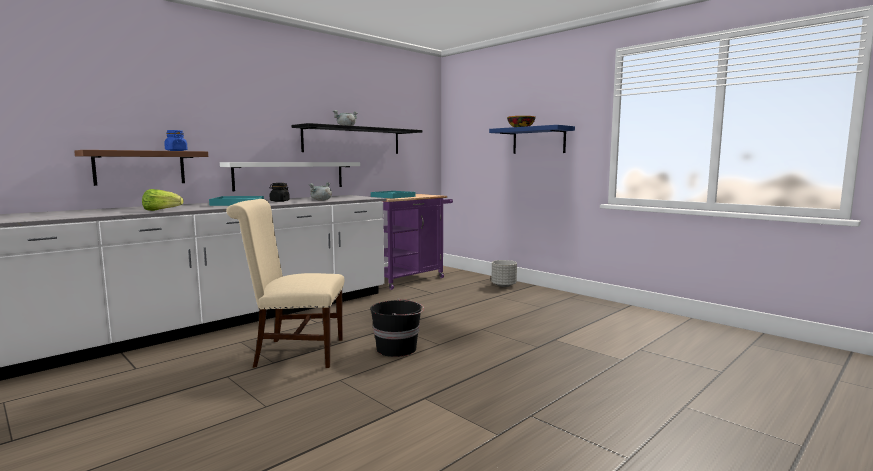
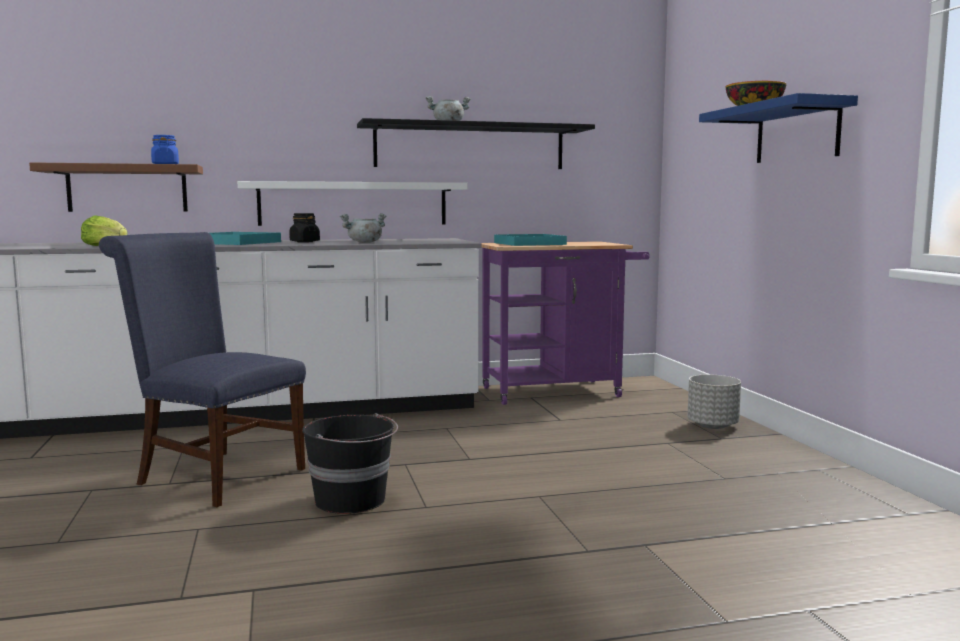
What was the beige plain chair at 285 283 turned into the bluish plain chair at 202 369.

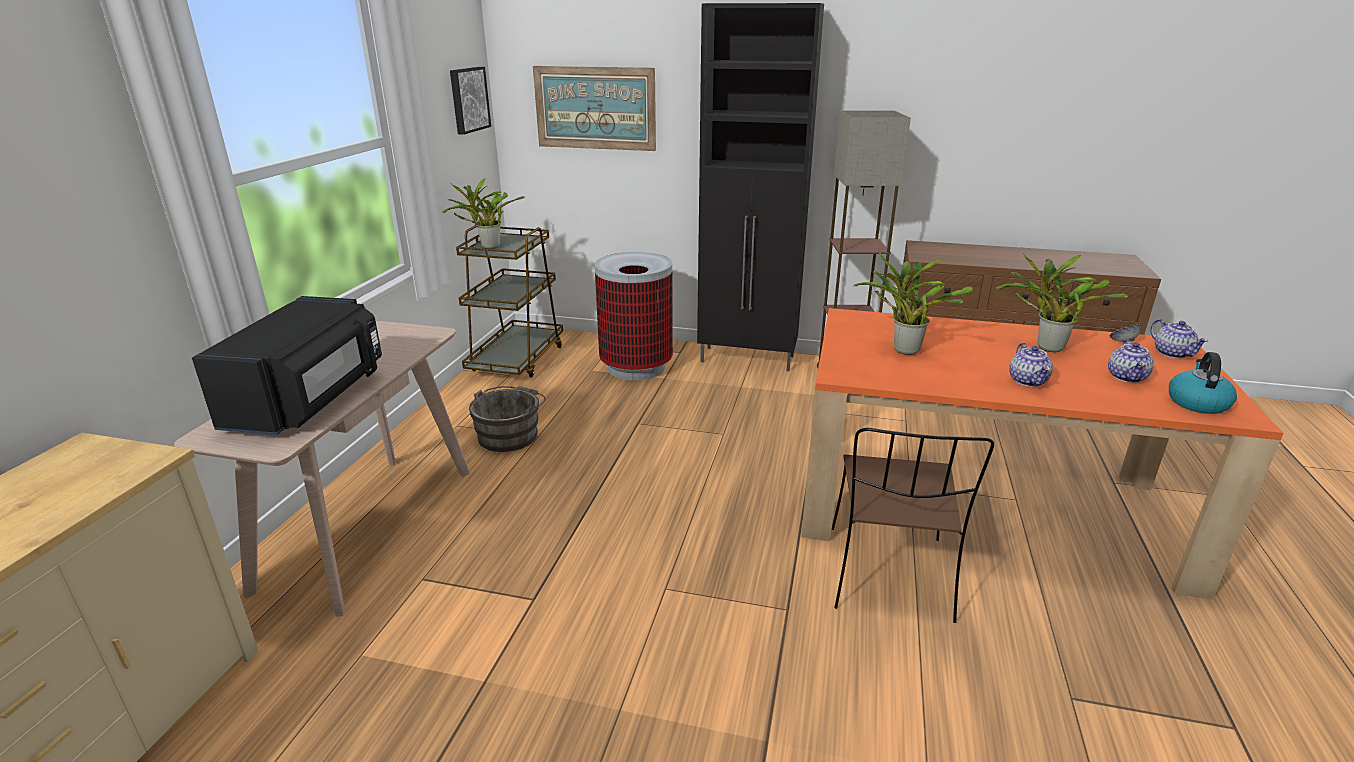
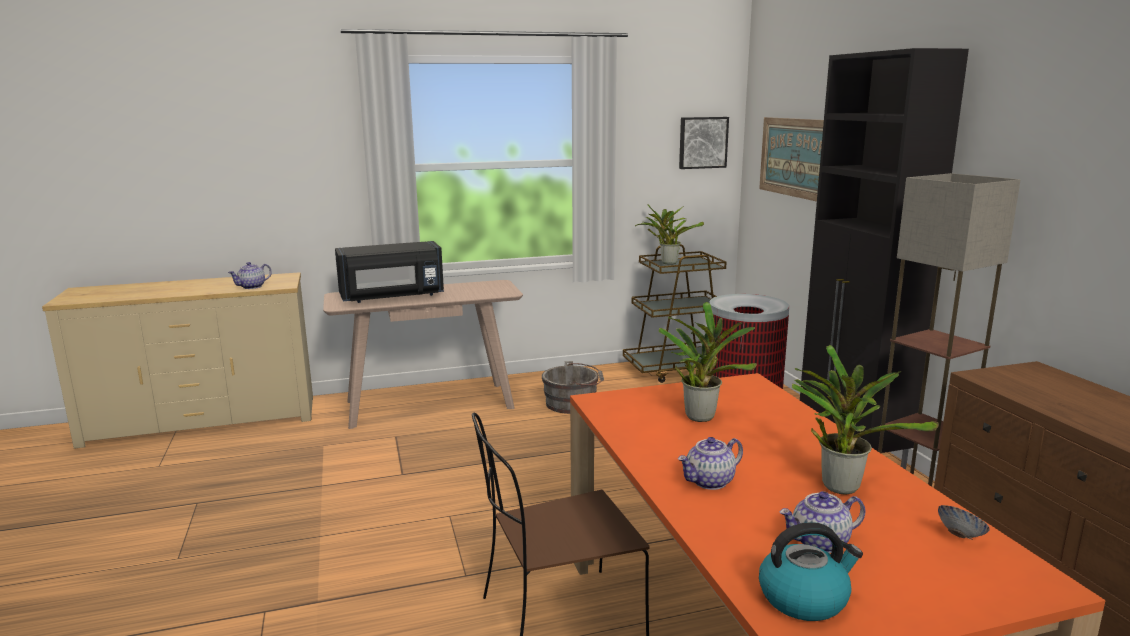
The tea pot ended up elsewhere, having gone from 1179 339 to 250 275.

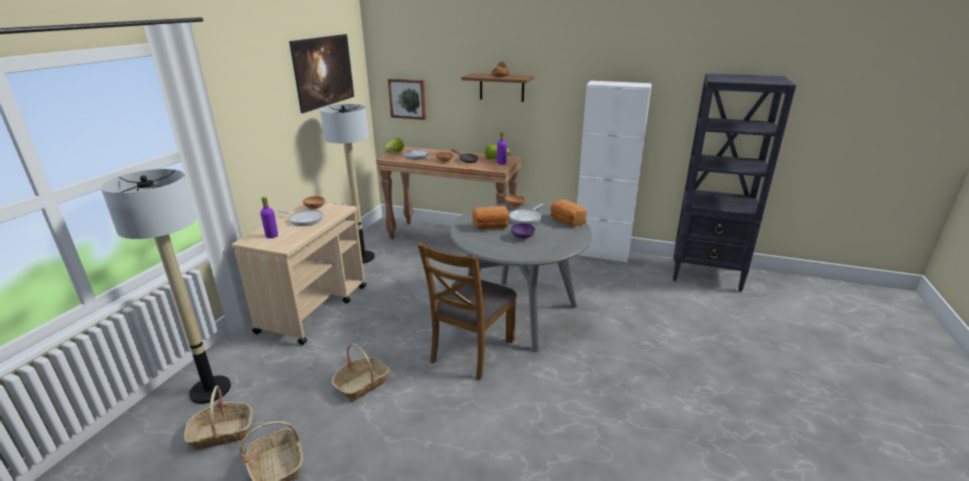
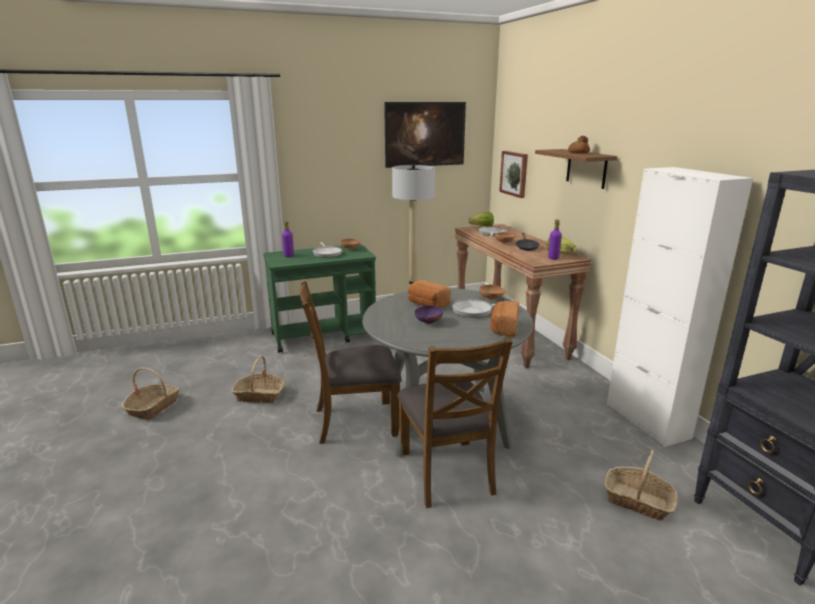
The second view lost the standing lamp at 166 286. What was the beige cart at 299 273 turned into the green cart at 319 298. The basket ended up elsewhere, having gone from 218 418 to 641 485. The second view gained the brown-coloured plain chair at 454 422.

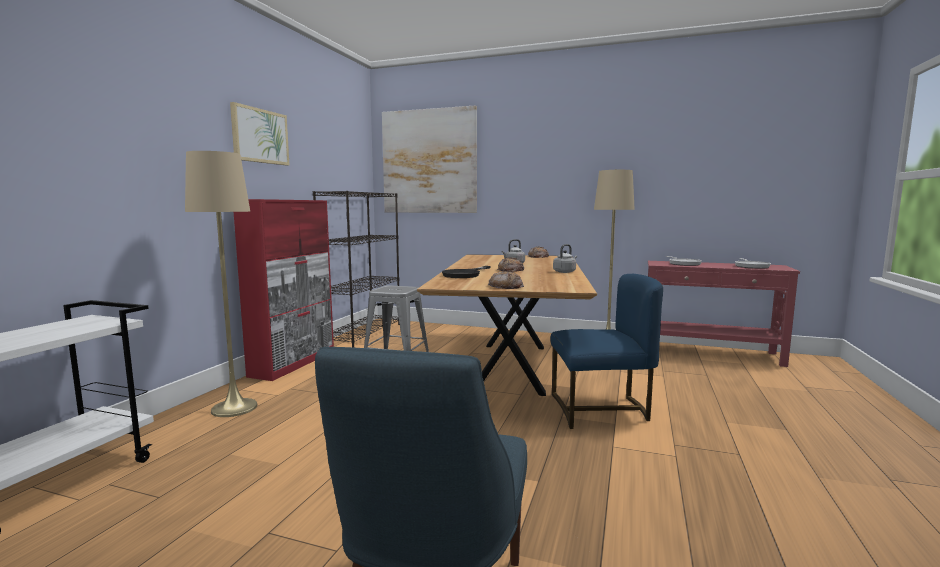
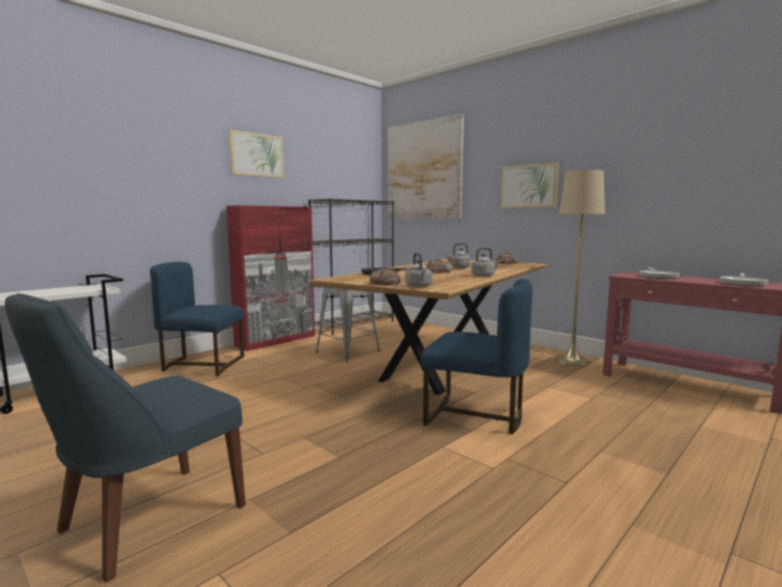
Where the beige standing lamp stood at 221 284, the bluish plain chair came to stand at 197 319. The second view gained the picture at 530 185. The second view gained the grey kettle at 418 270.

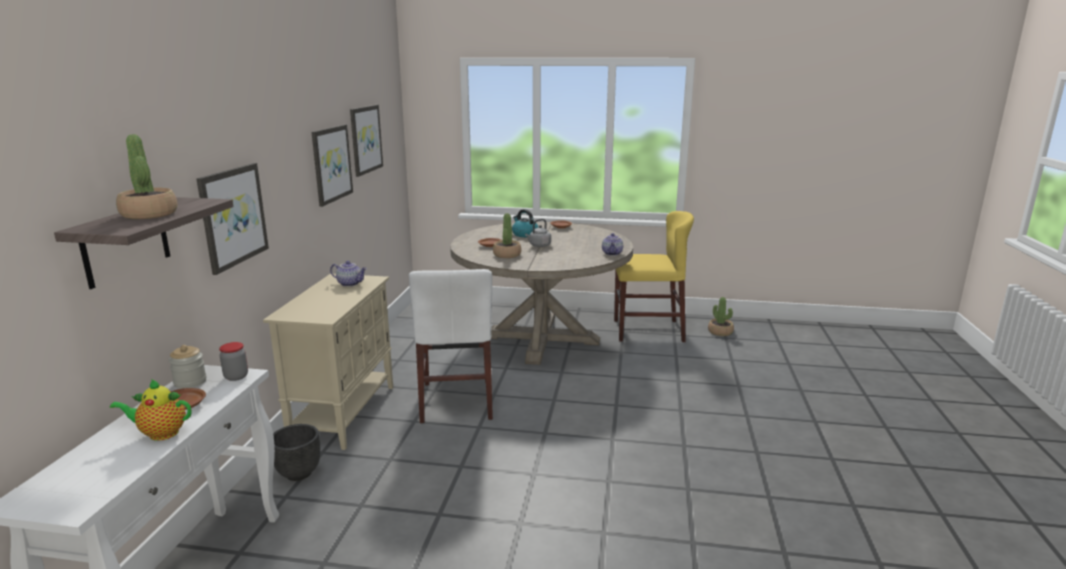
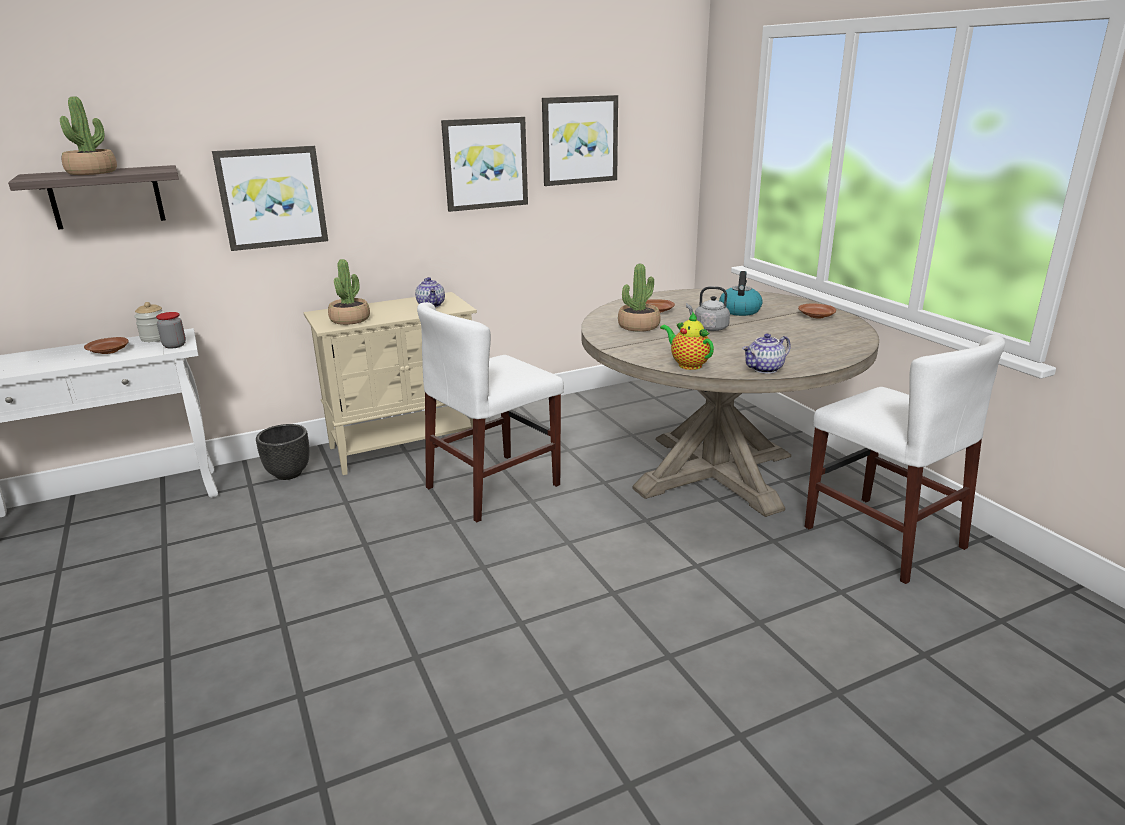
What was the yellow-coloured plain chair at 654 276 turned into the white-coloured plain chair at 905 459. The potted plant ended up elsewhere, having gone from 721 316 to 349 292. The tea pot ended up elsewhere, having gone from 151 410 to 687 341.

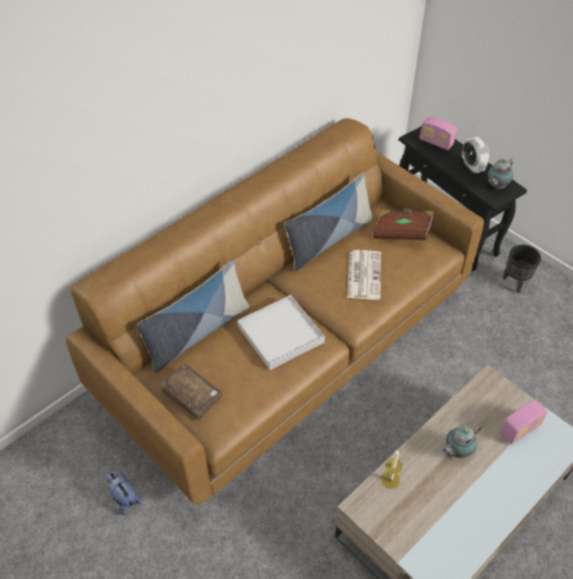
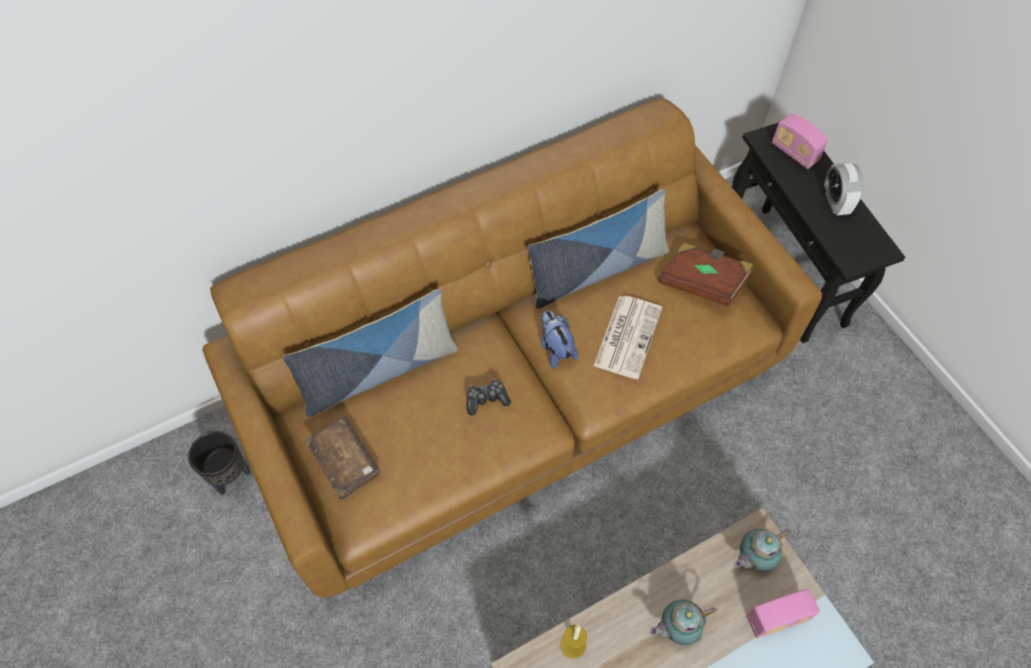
The tea pot ended up elsewhere, having gone from 500 174 to 762 549. The black-coloured plant pot ended up elsewhere, having gone from 522 269 to 219 463. Where the white-coloured tray stood at 281 332, the gamepad came to stand at 489 397. The soft toy ended up elsewhere, having gone from 124 493 to 559 339.

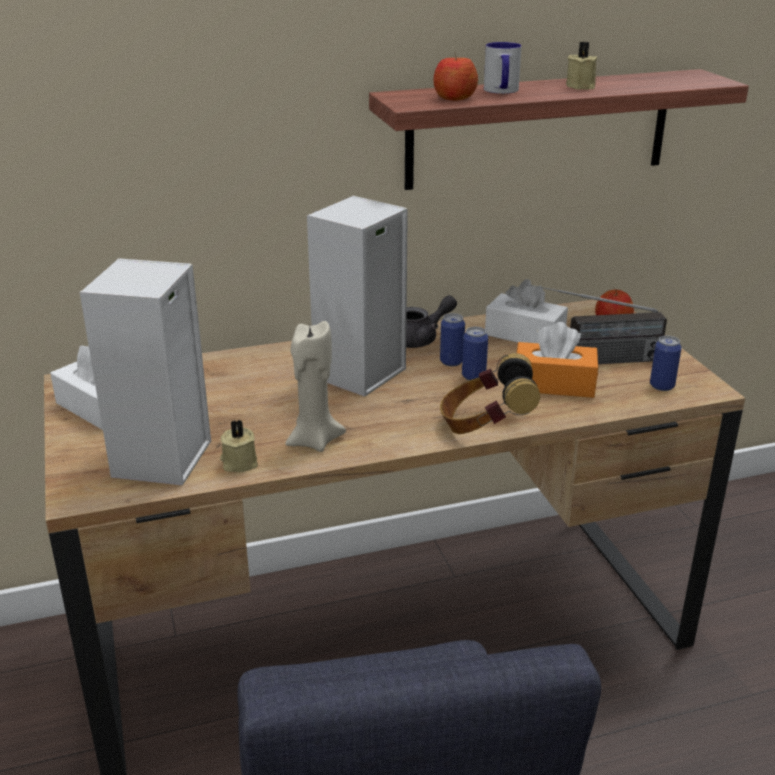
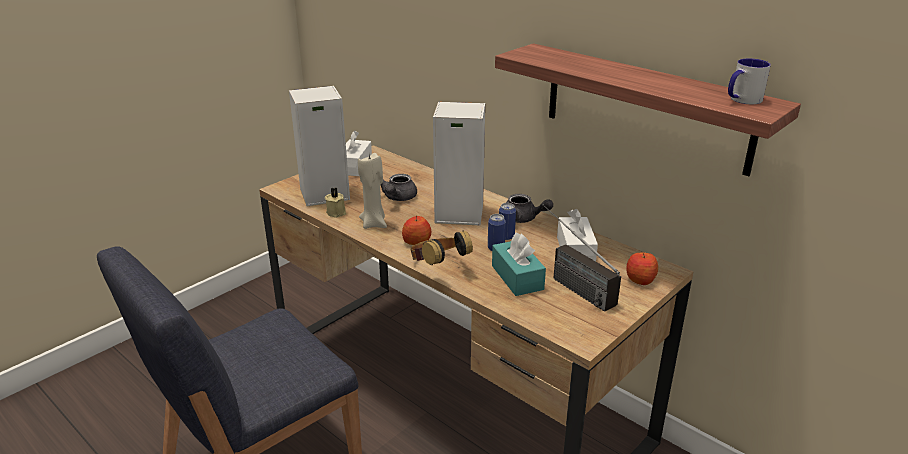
The tea mug ended up elsewhere, having gone from 502 68 to 749 81. The second view lost the beige wax candle at 581 66. The whole apple ended up elsewhere, having gone from 455 76 to 416 230. What was the orangey box of tissues at 557 360 turned into the blue-green box of tissues at 519 264. The second view lost the metal can at 666 363. The second view gained the grey tea pot at 399 187.

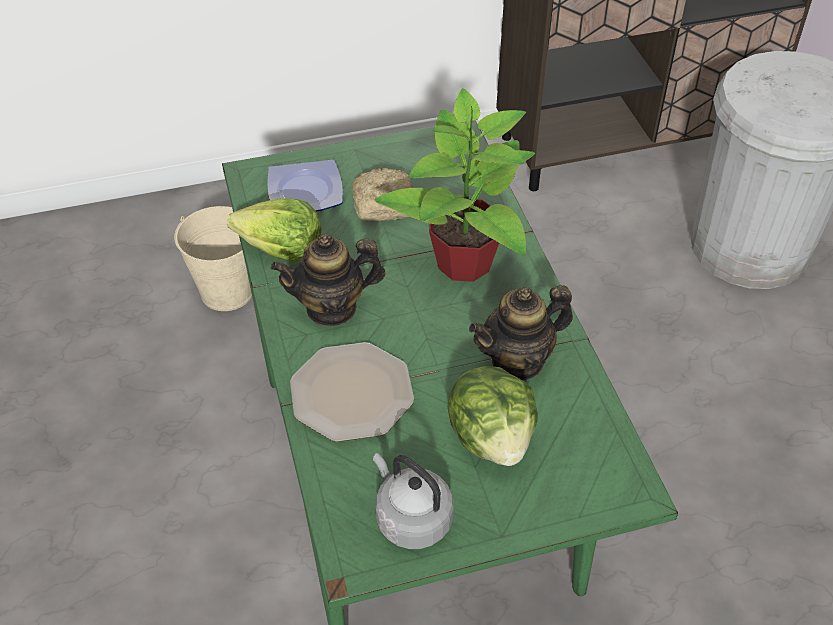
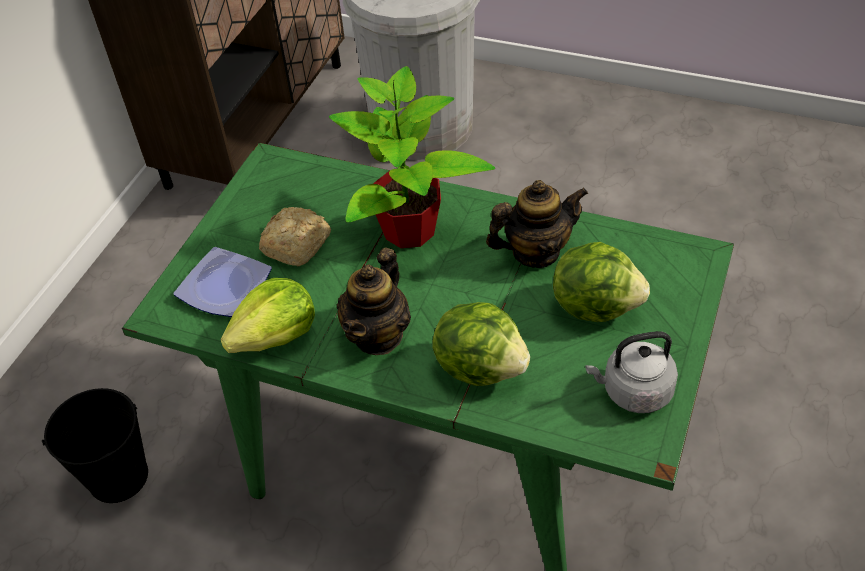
What was the beige pail at 213 258 turned into the black-coloured pail at 95 445. The tea pot at 521 332 ended up facing another way, 120 degrees counterclockwise from before. Where the dinner plate stood at 352 392, the lettuce came to stand at 481 344.

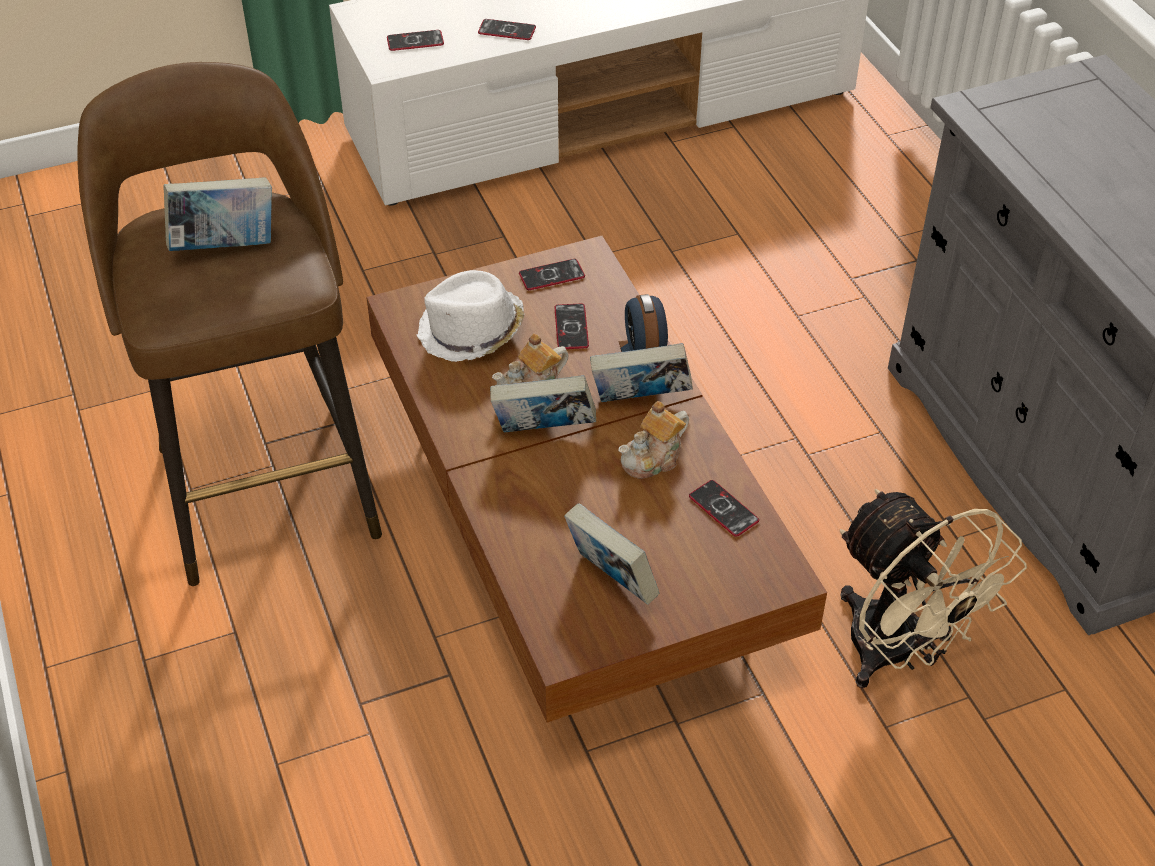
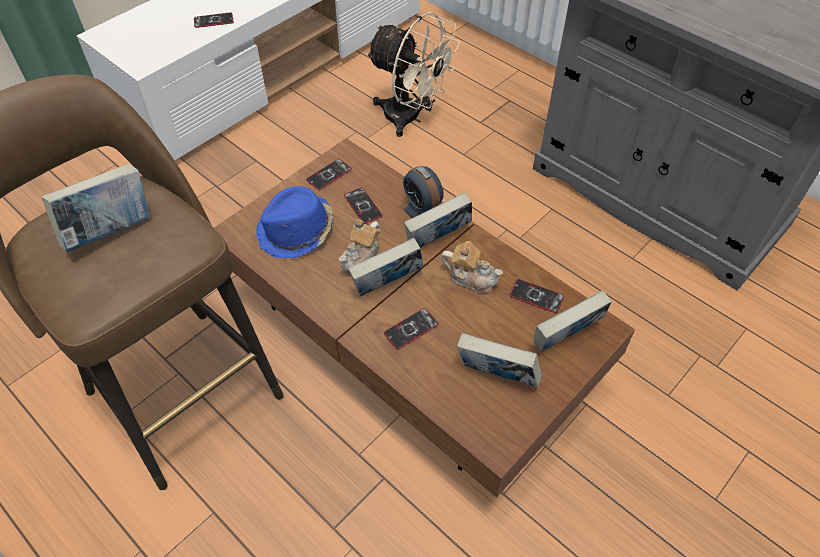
The handset ended up elsewhere, having gone from 415 40 to 411 328. What was the white-coloured hat at 471 316 turned into the bluish hat at 294 222. The tea pot at 653 440 ended up facing another way, 90 degrees counterclockwise from before. The beige electric fan ended up elsewhere, having gone from 933 588 to 413 74. The second view gained the book at 573 321.

